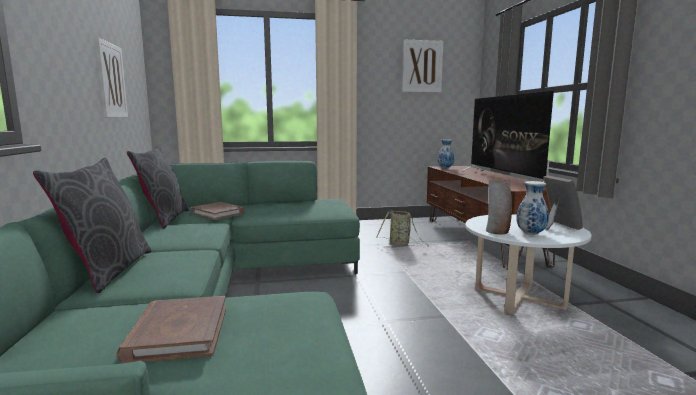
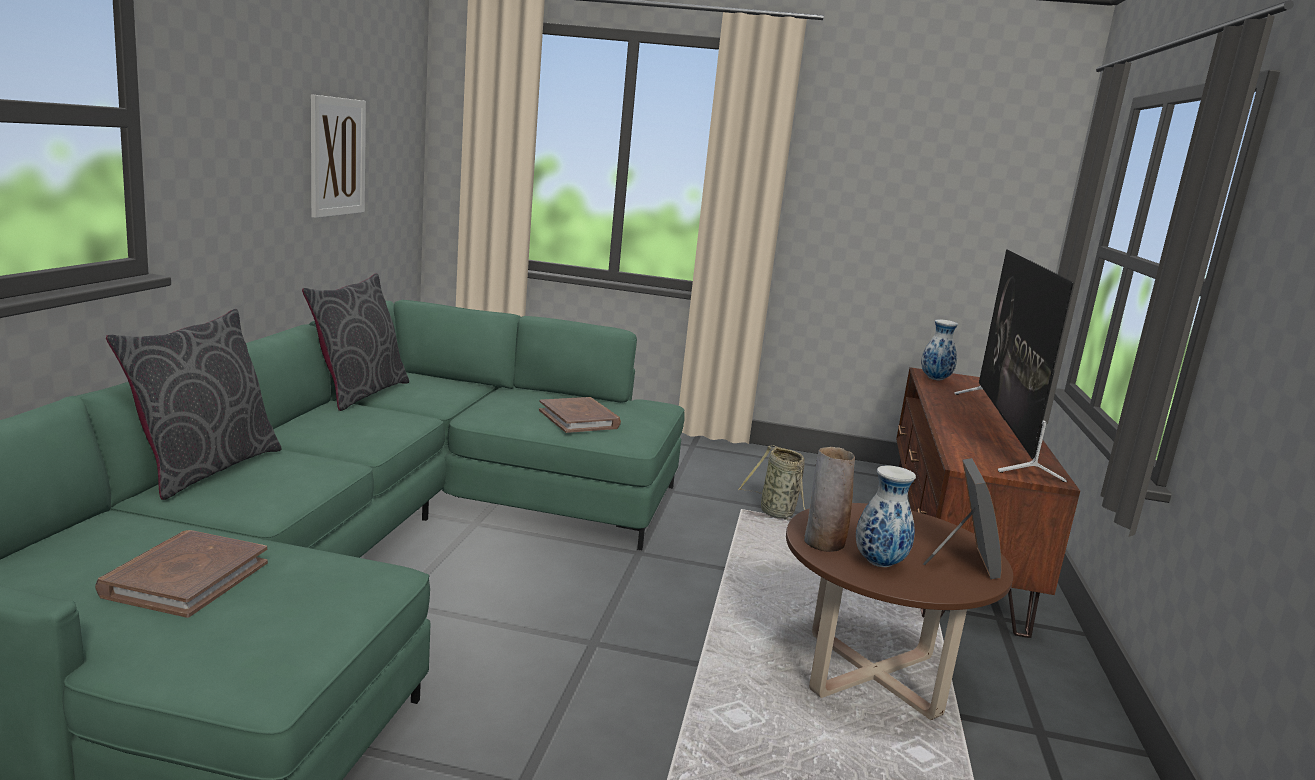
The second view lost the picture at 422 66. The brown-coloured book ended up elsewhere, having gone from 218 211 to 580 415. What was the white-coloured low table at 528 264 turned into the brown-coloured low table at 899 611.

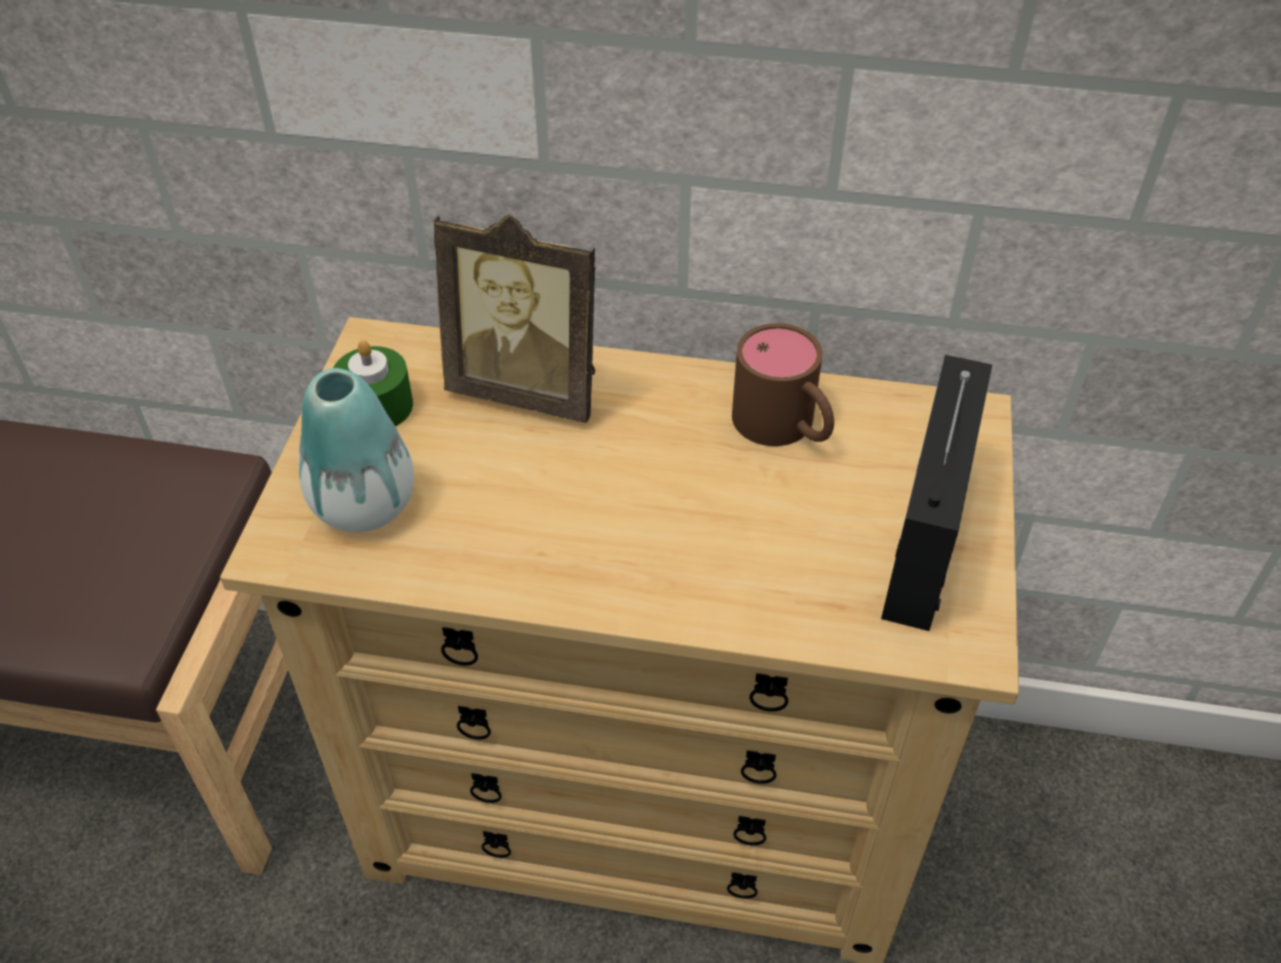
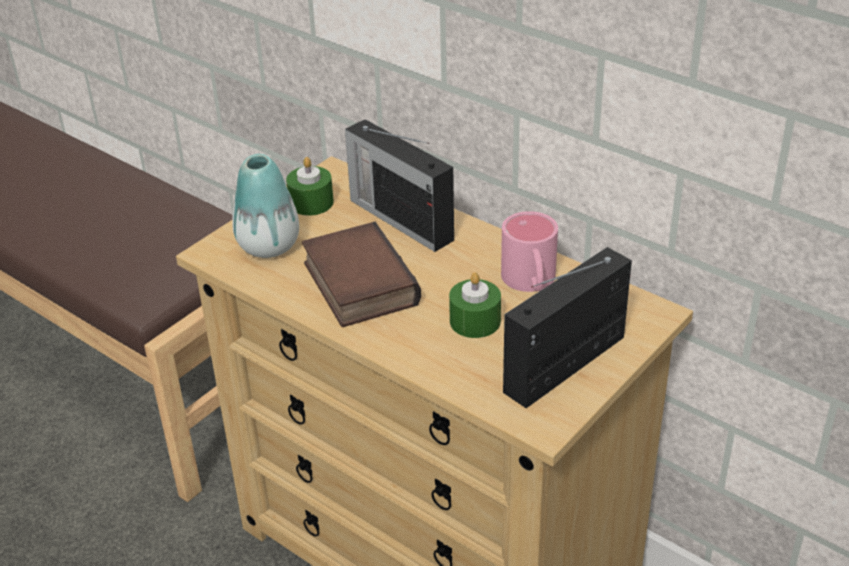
Where the standing frame stood at 514 318, the radio came to stand at 399 185. What was the brown-coloured tea mug at 783 384 turned into the pink-coloured tea mug at 529 251. The second view gained the book at 361 274. The second view gained the green wax candle at 475 305.

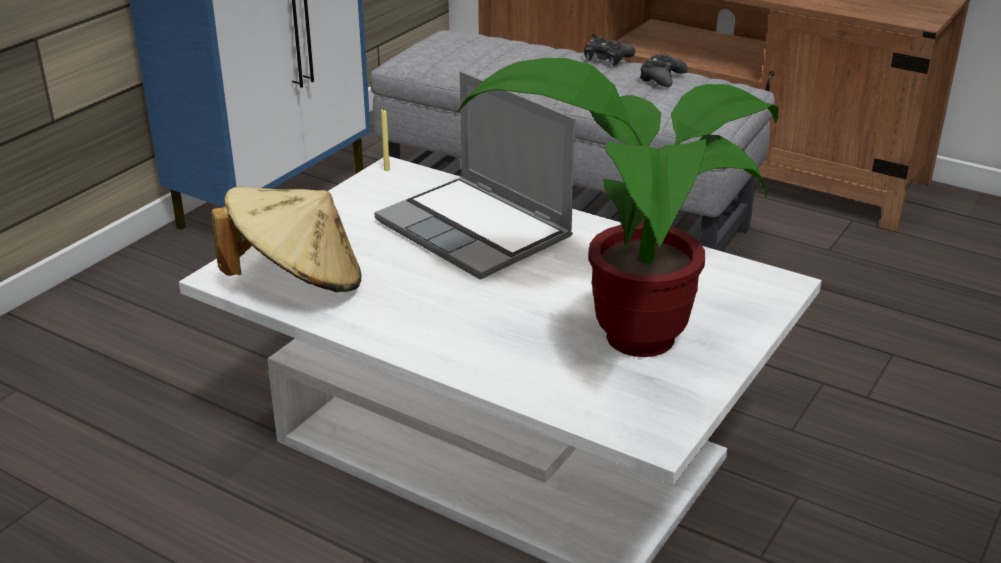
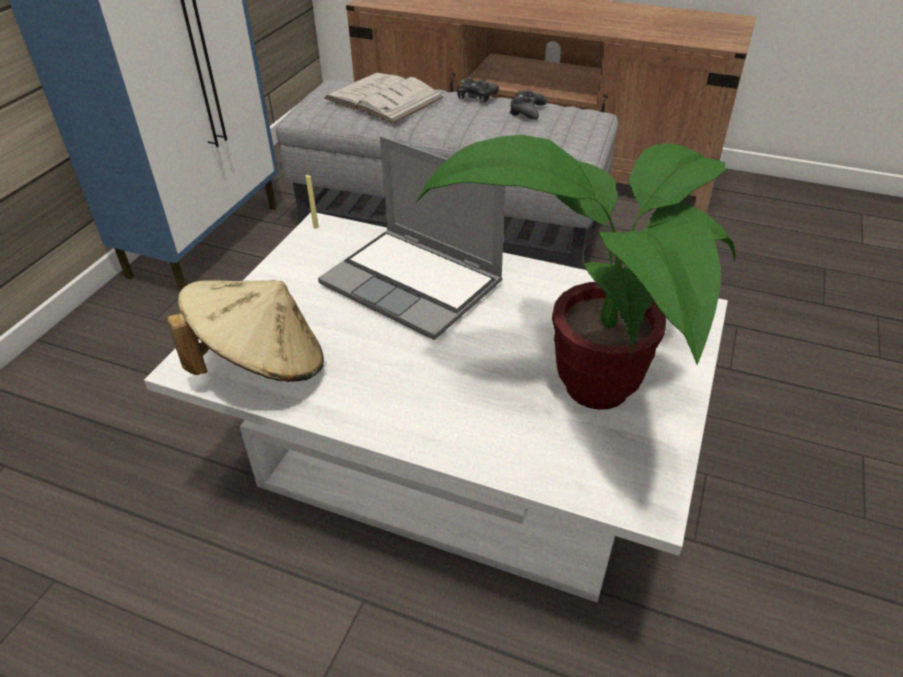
The second view gained the white-coloured book at 384 98.

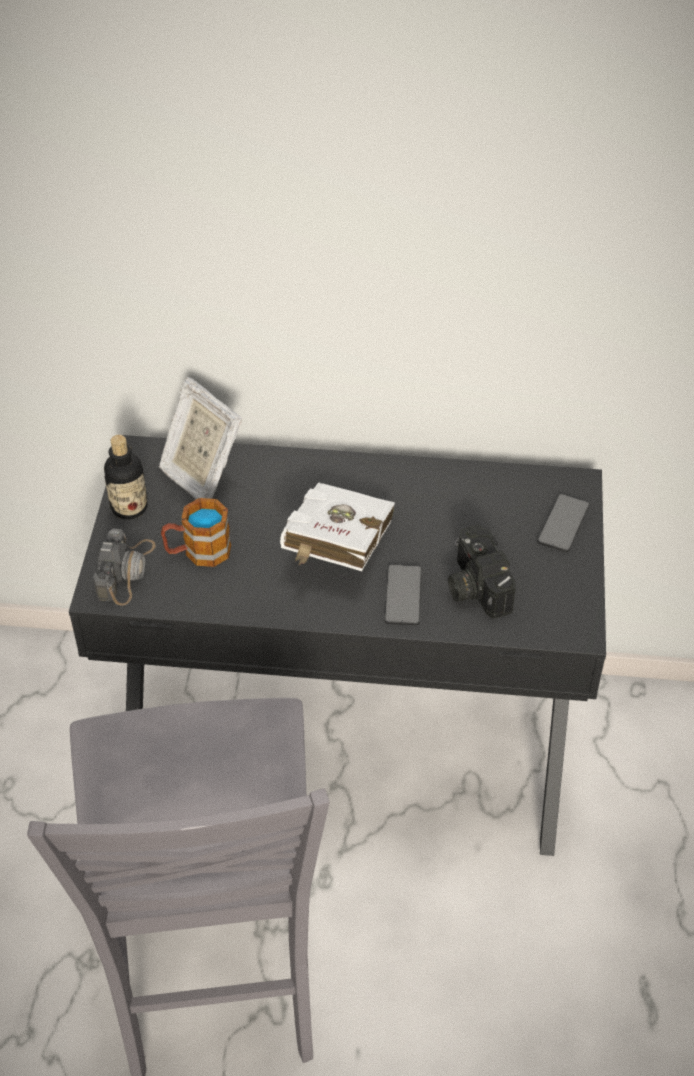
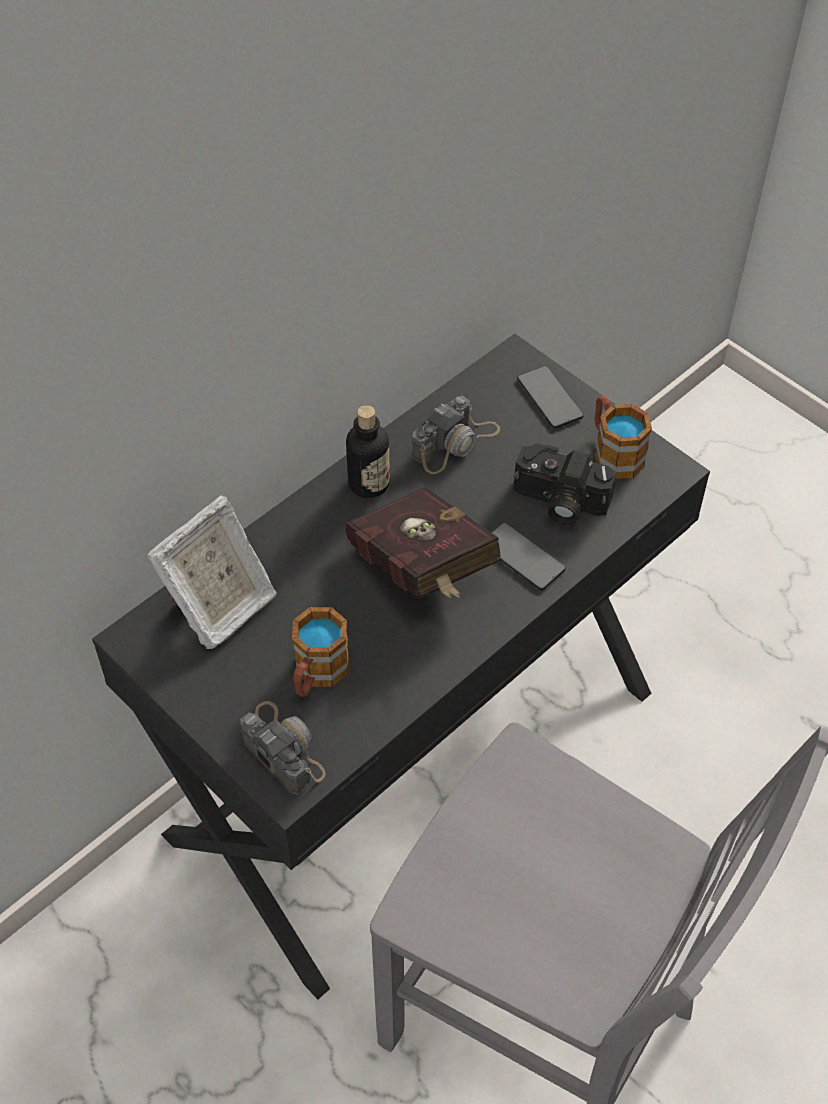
The standing frame at 200 438 ended up facing another way, 45 degrees counterclockwise from before. The beverage bottle ended up elsewhere, having gone from 125 477 to 368 451. What was the white-coloured book at 337 526 turned into the reddish book at 424 543. The second view gained the tea mug at 623 437. The second view gained the photo camera at 456 435.

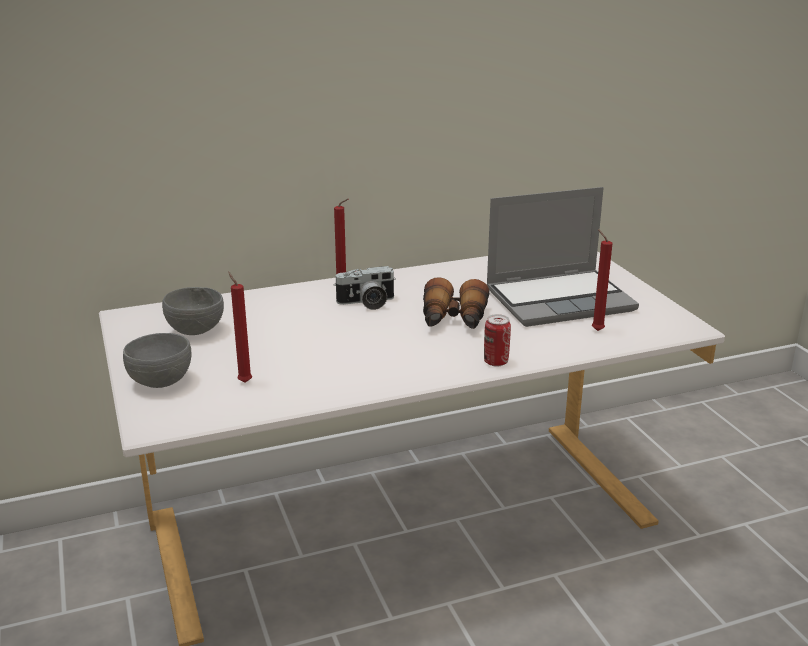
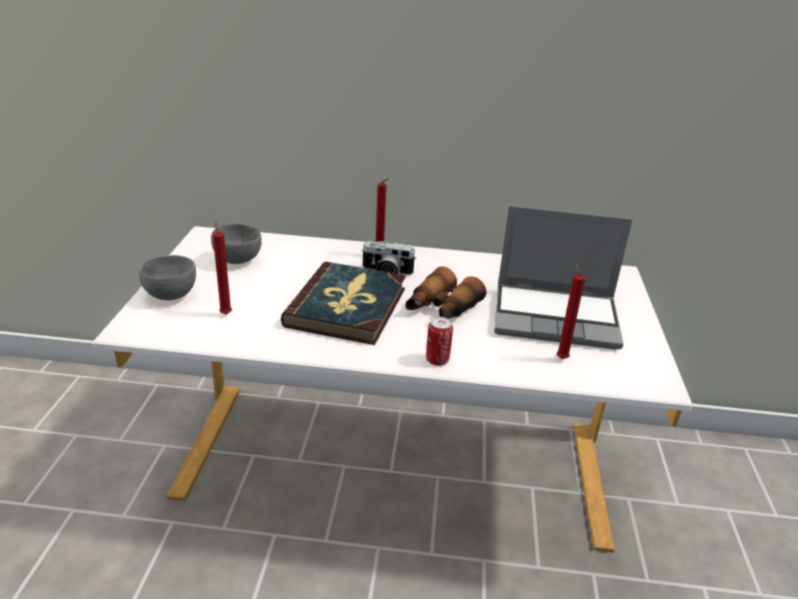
The second view gained the book at 343 303.

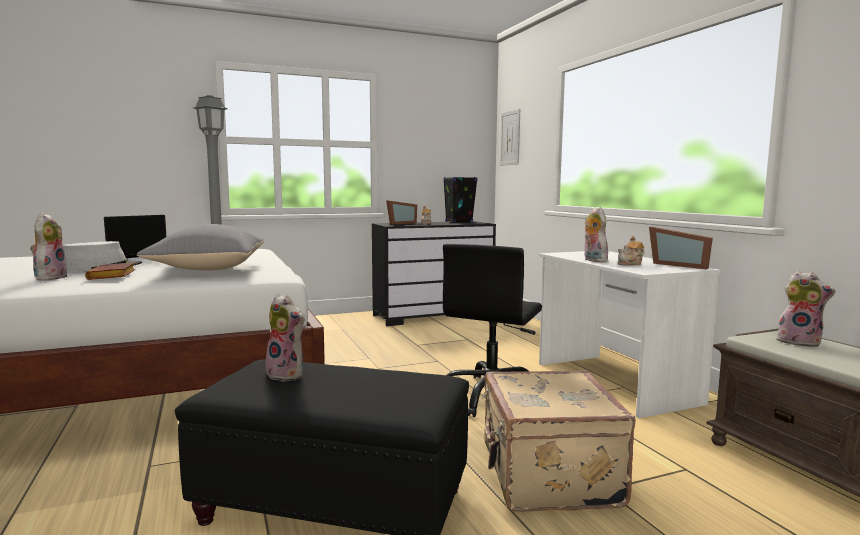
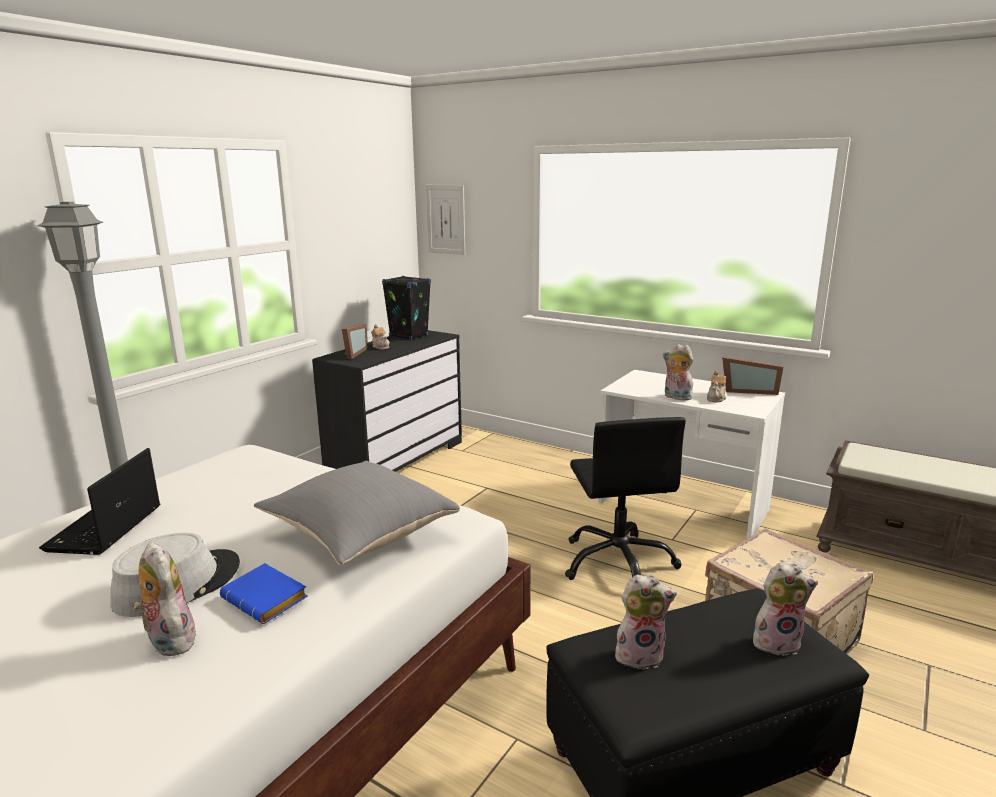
What was the brown-coloured book at 110 271 turned into the bluish book at 264 593. The soft toy ended up elsewhere, having gone from 806 309 to 785 609.

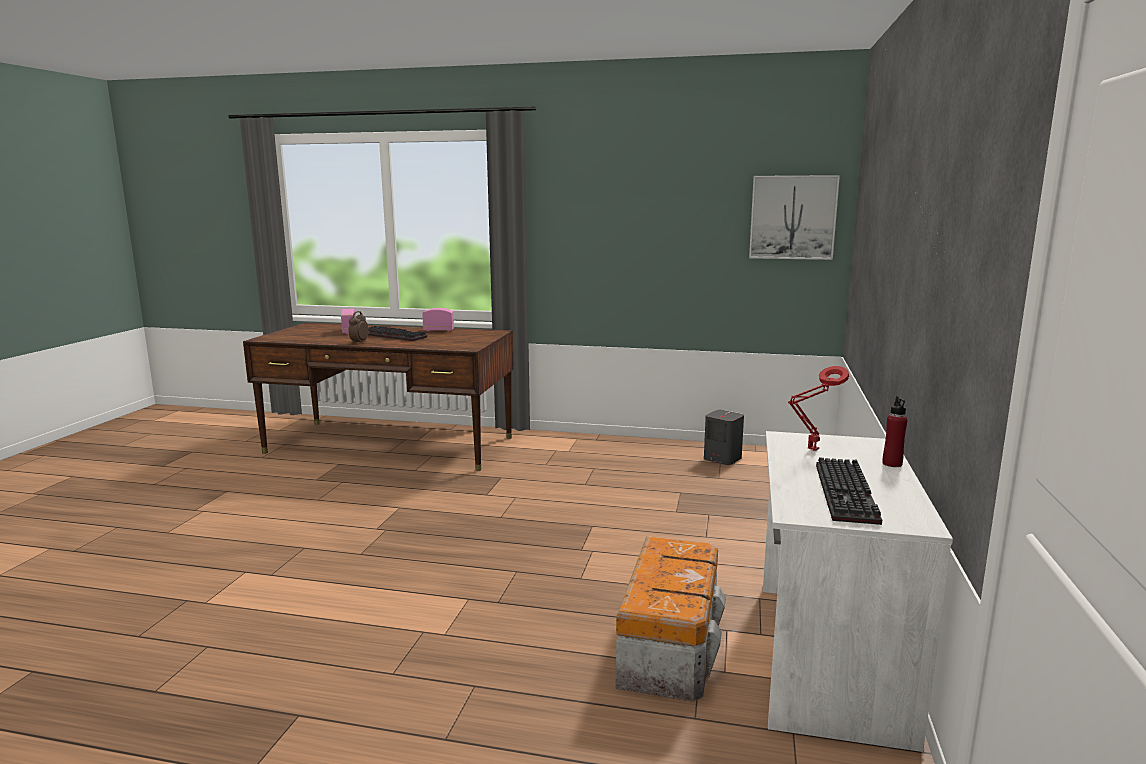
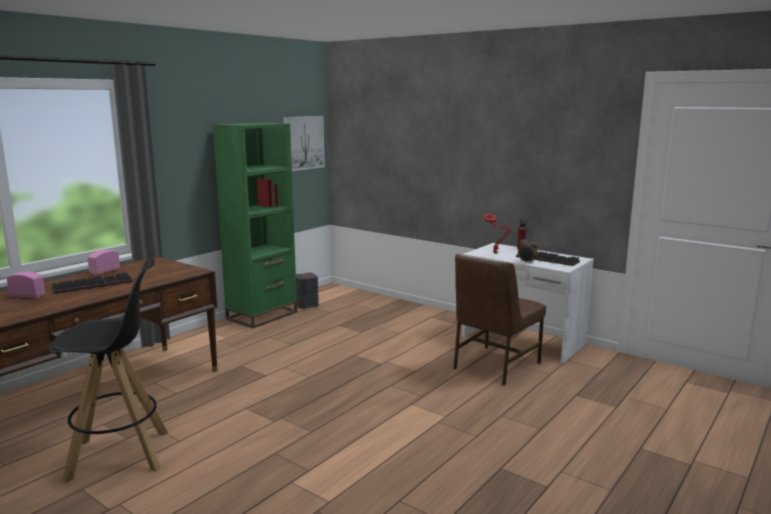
The table clock ended up elsewhere, having gone from 358 327 to 528 250. Where the storage container stood at 671 618, the brown-coloured plain chair came to stand at 499 319. The second view gained the green bookcase at 255 225. The second view gained the black-coloured stool seat at 108 370.

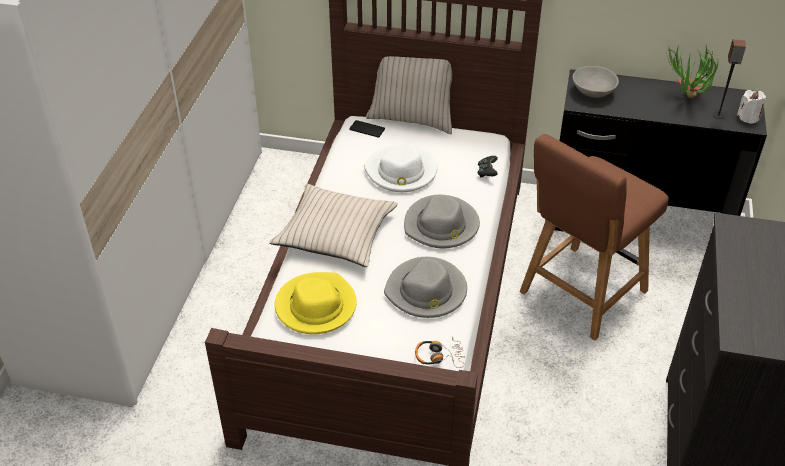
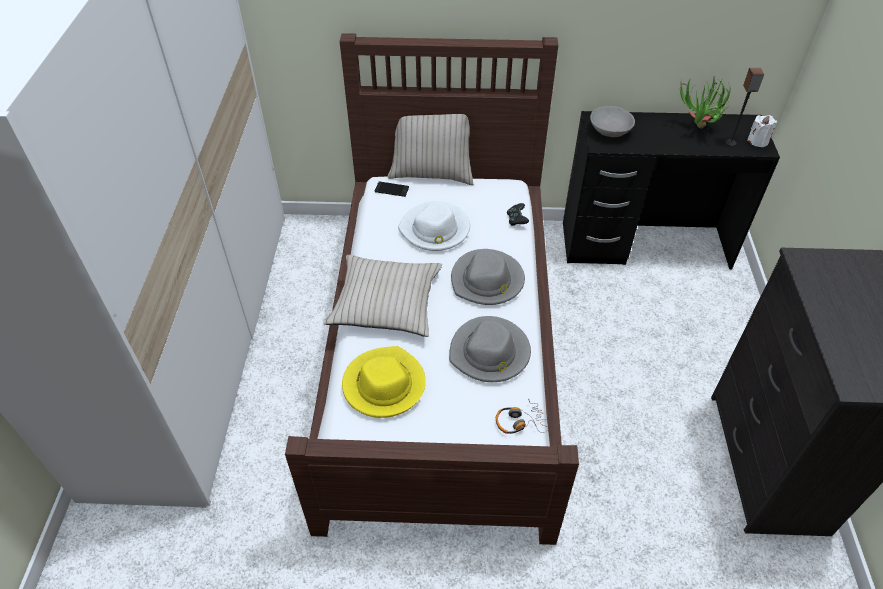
The second view lost the brown-coloured plain chair at 594 237.

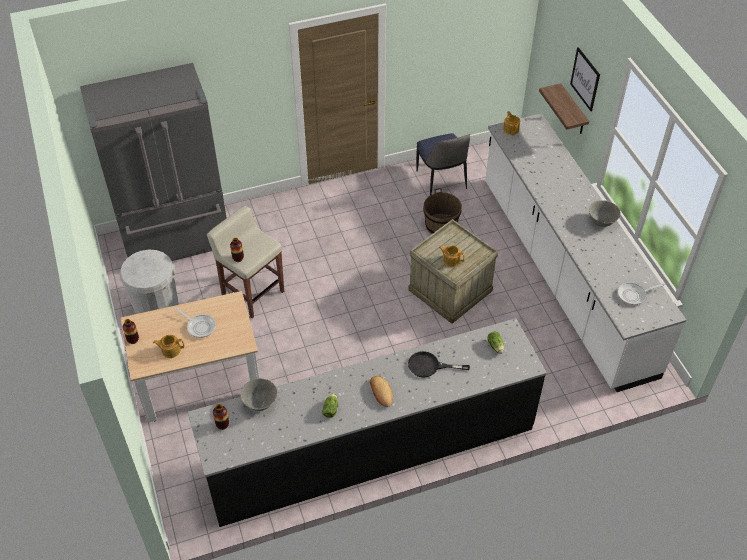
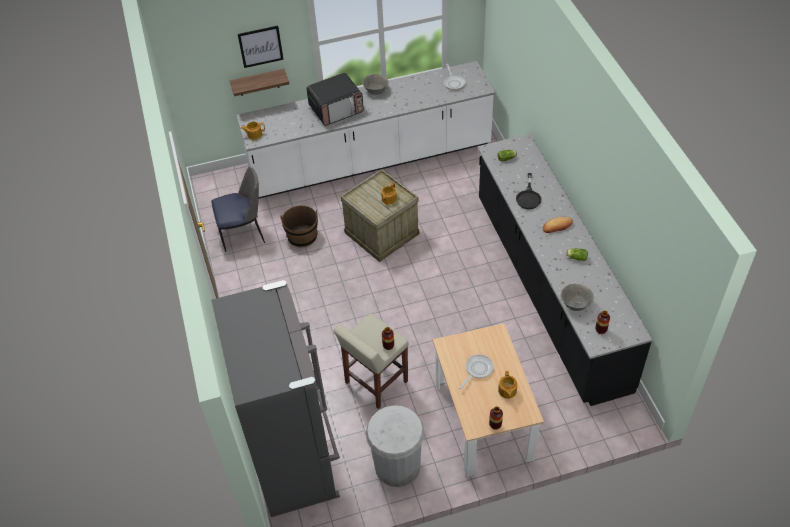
The second view gained the microwave at 335 99.

